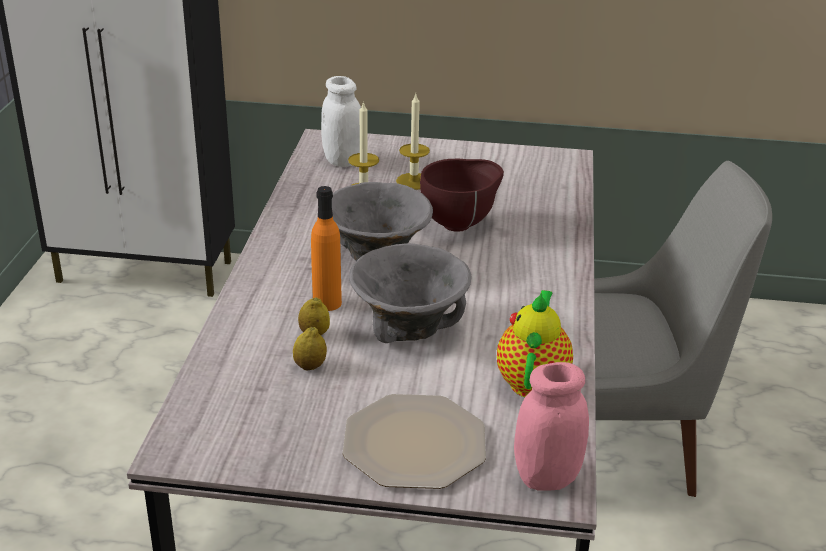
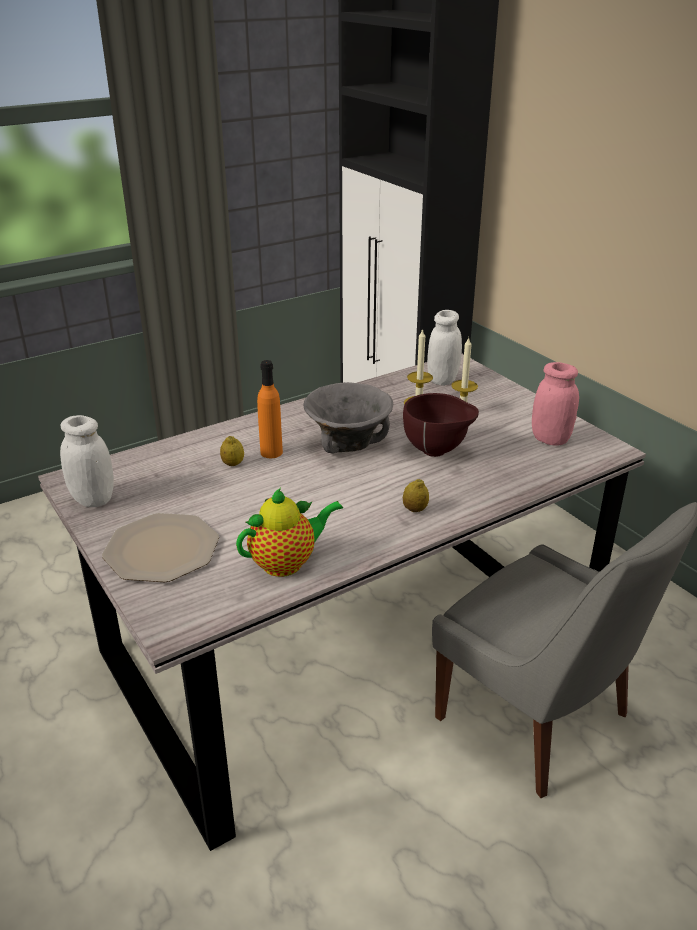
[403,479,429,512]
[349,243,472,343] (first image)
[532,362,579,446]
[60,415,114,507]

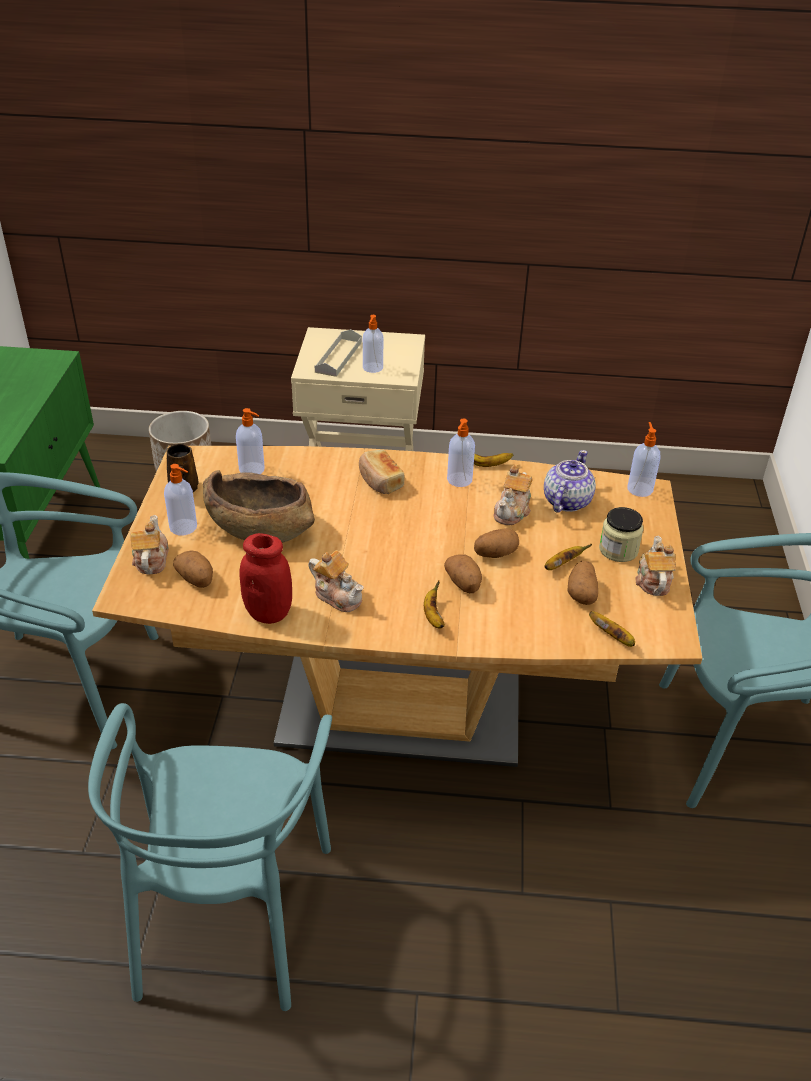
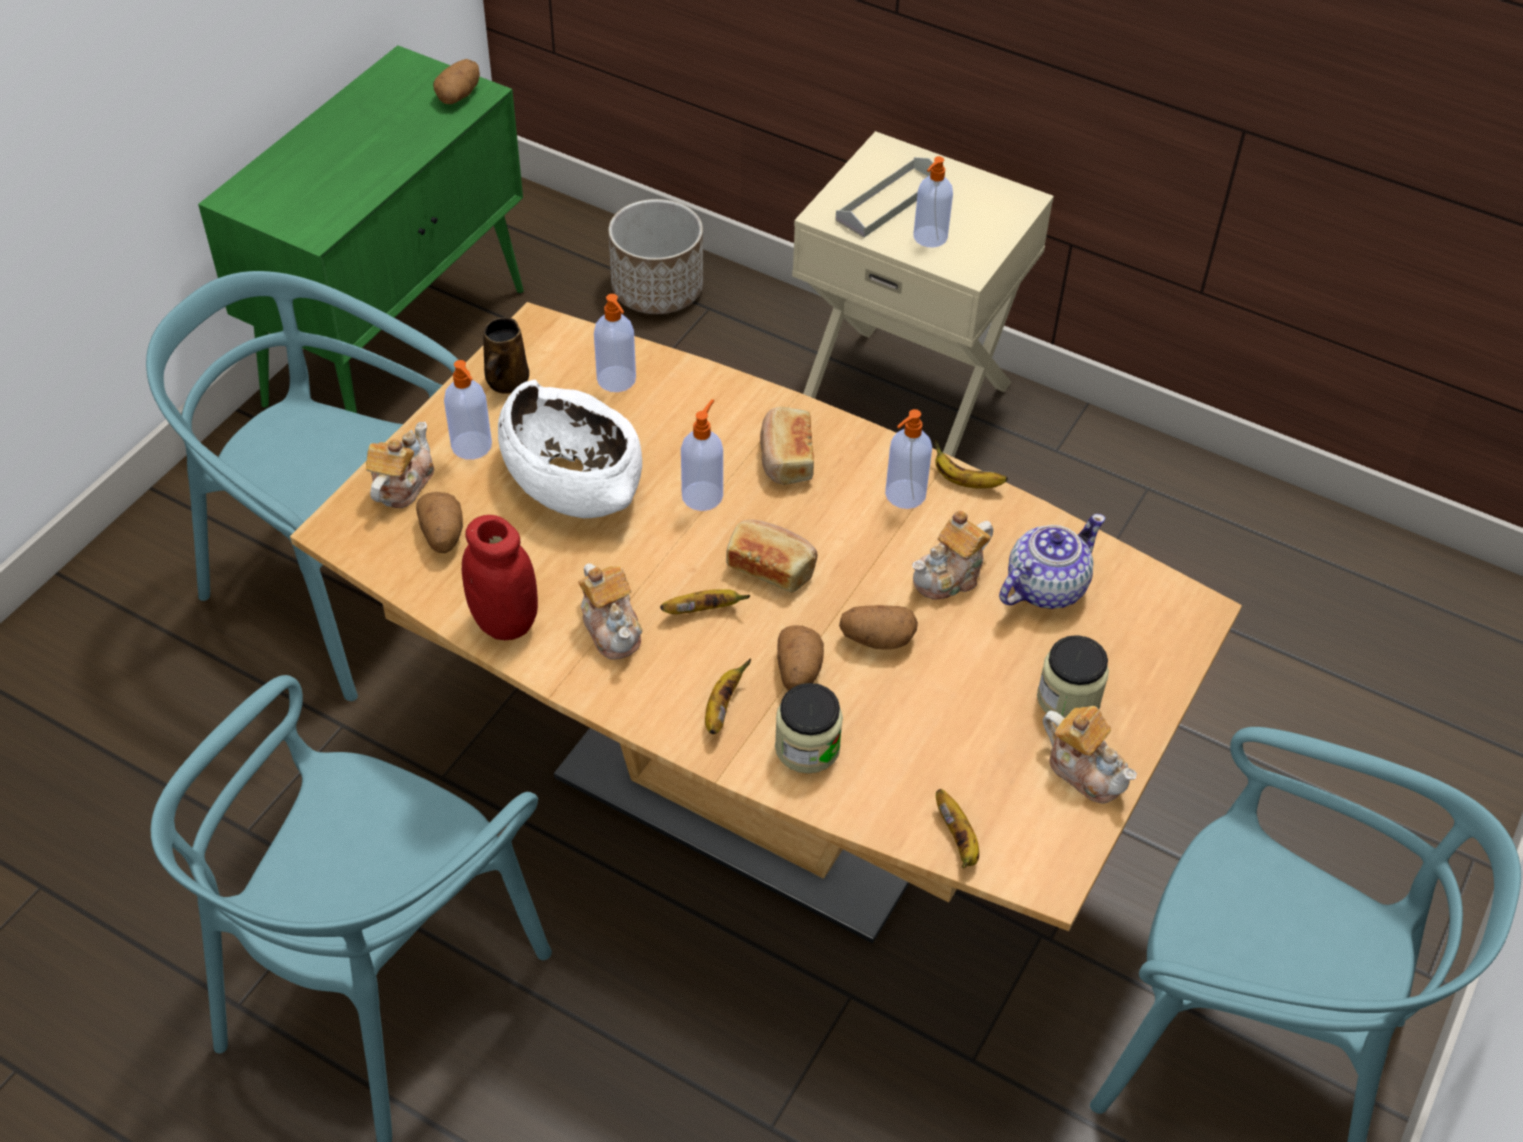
[498,379,642,518]
[660,589,750,614]
[433,59,480,104]
[681,399,723,511]
[1043,706,1137,804]
[726,520,817,593]
[775,683,843,774]

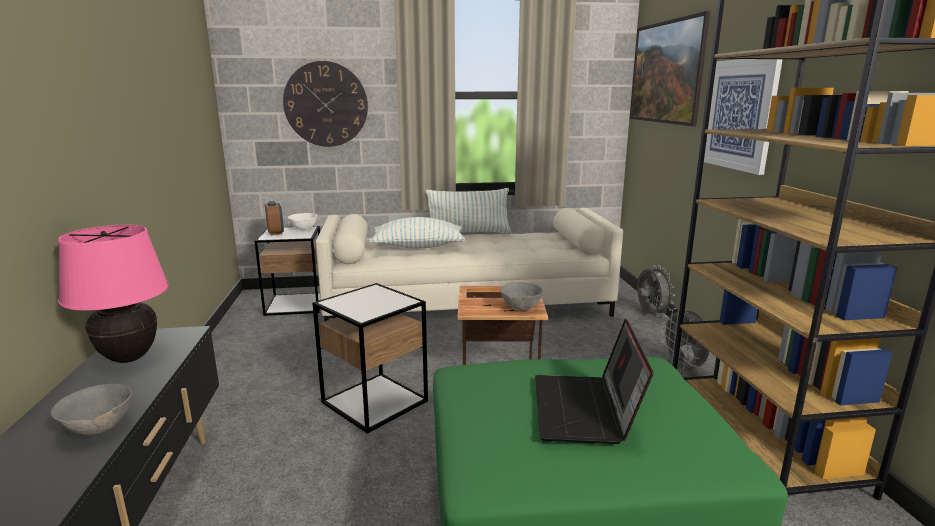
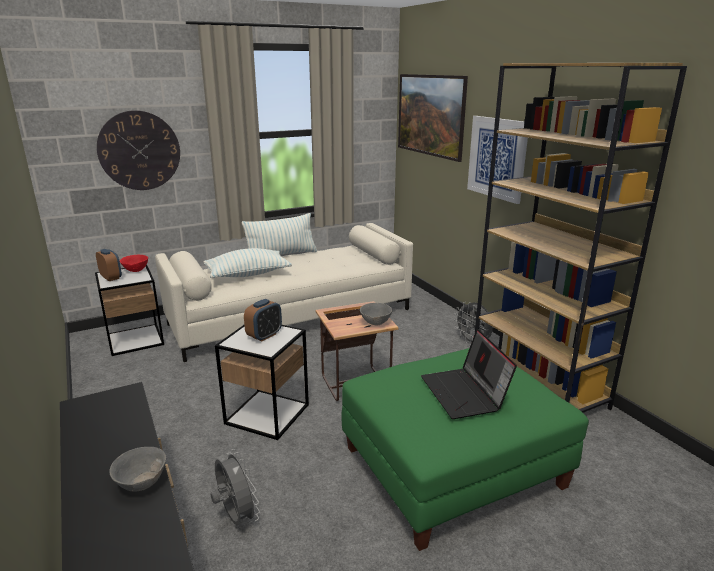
[58,225,169,363] (first image)
[120,255,148,272]
[211,449,260,525]
[244,299,282,341]

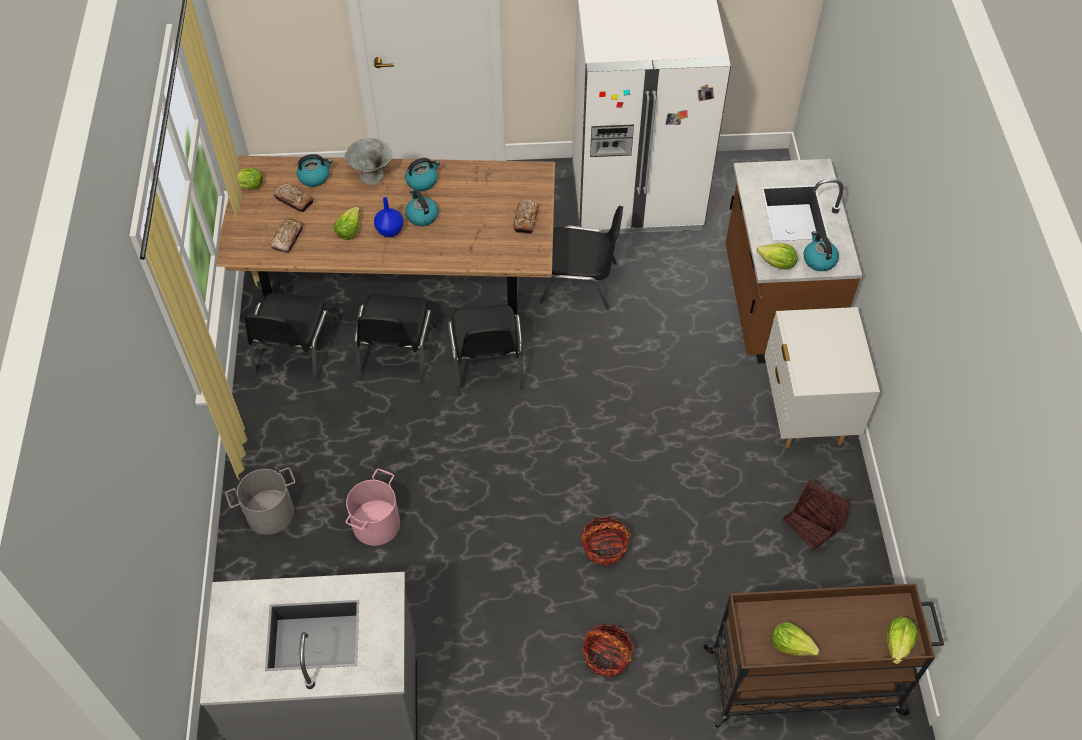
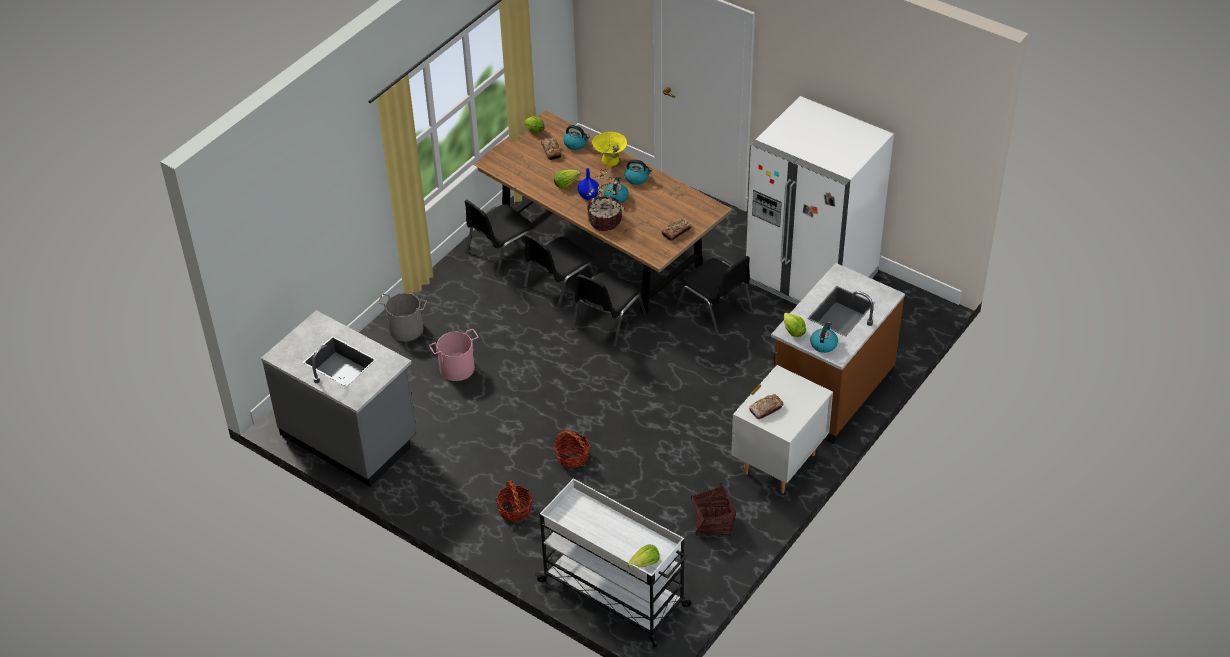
[749,394,784,419]
[592,132,627,166]
[535,478,691,647]
[771,622,820,656] (first image)
[586,169,626,231]

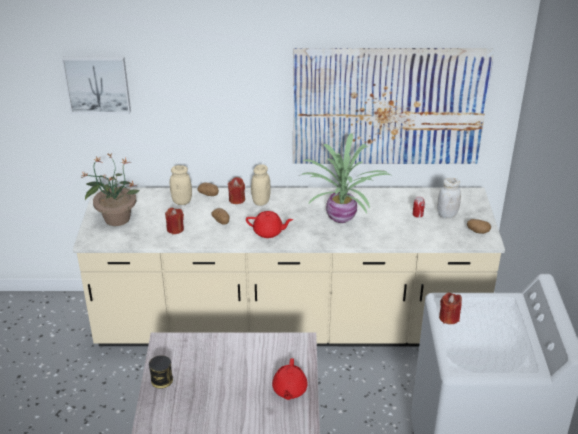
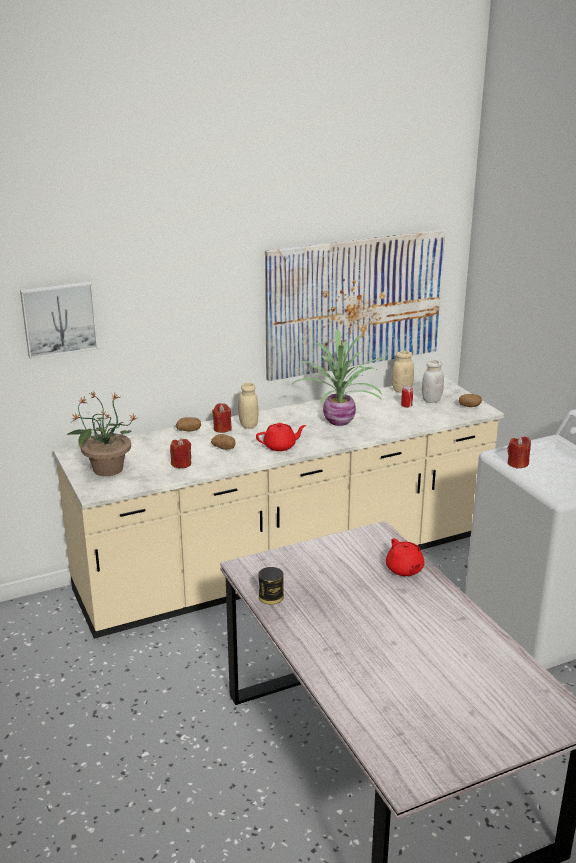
[392,351,414,393]

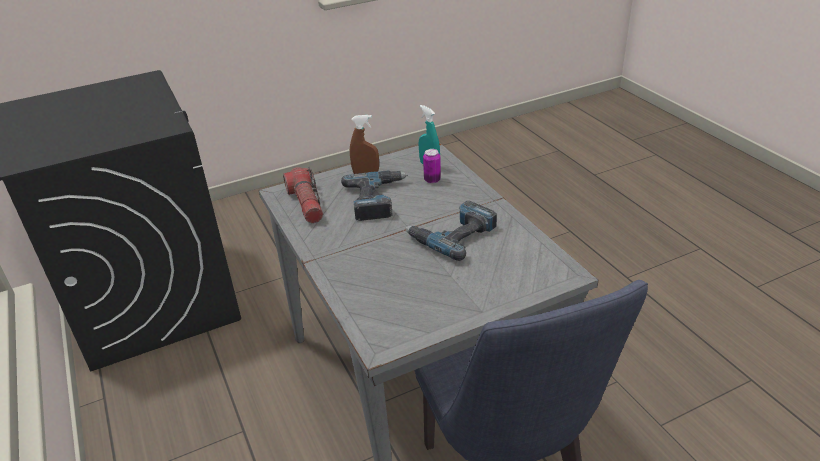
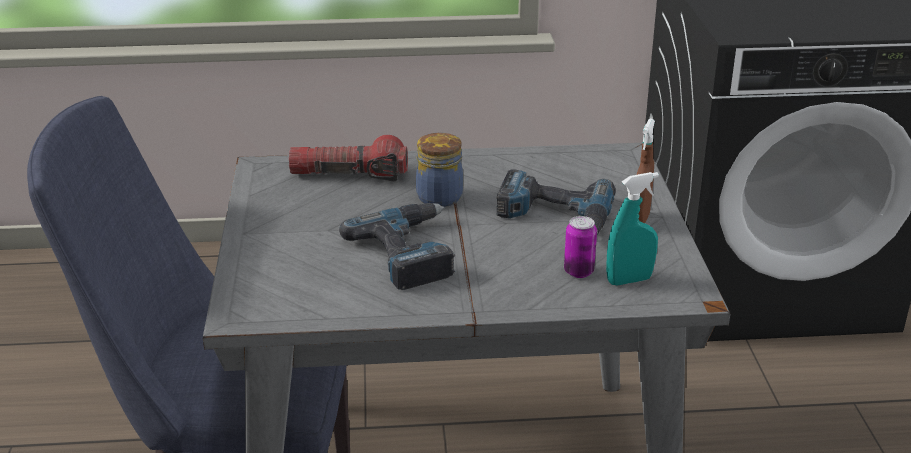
[289,135,408,181]
[416,133,463,207]

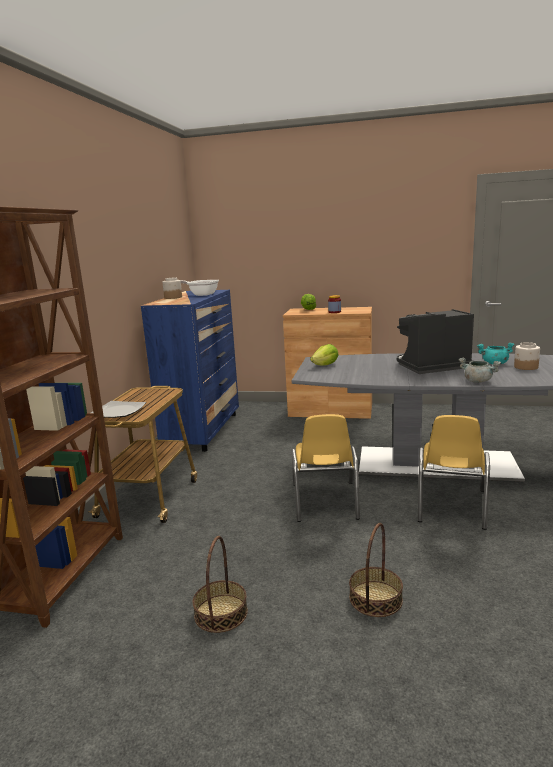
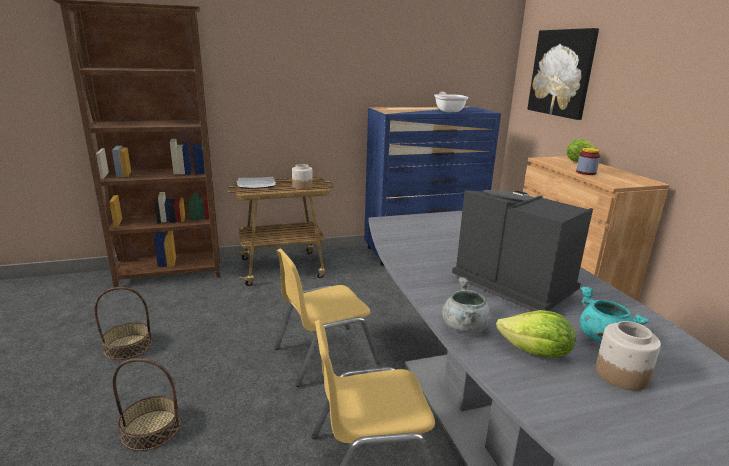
[292,164,313,190]
[496,310,576,358]
[527,28,599,120]

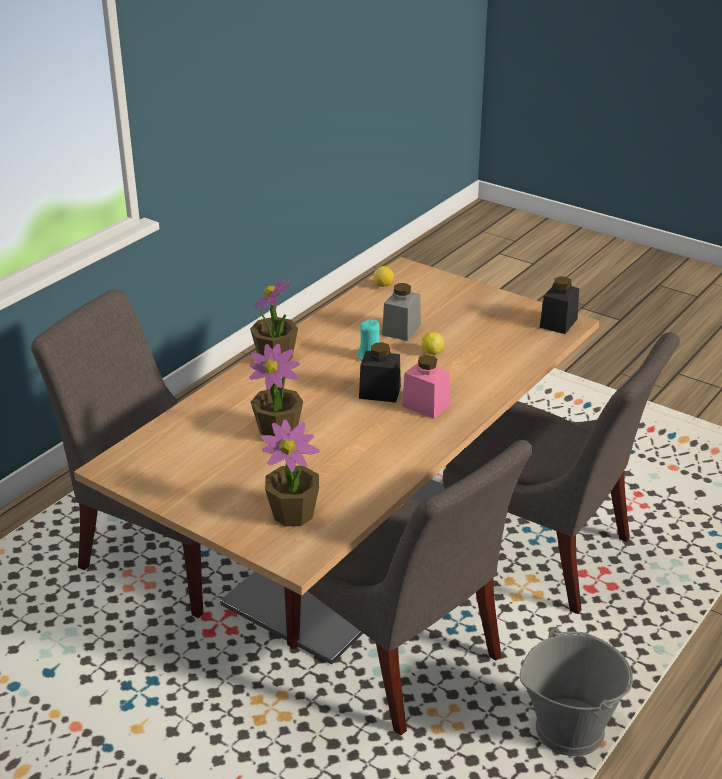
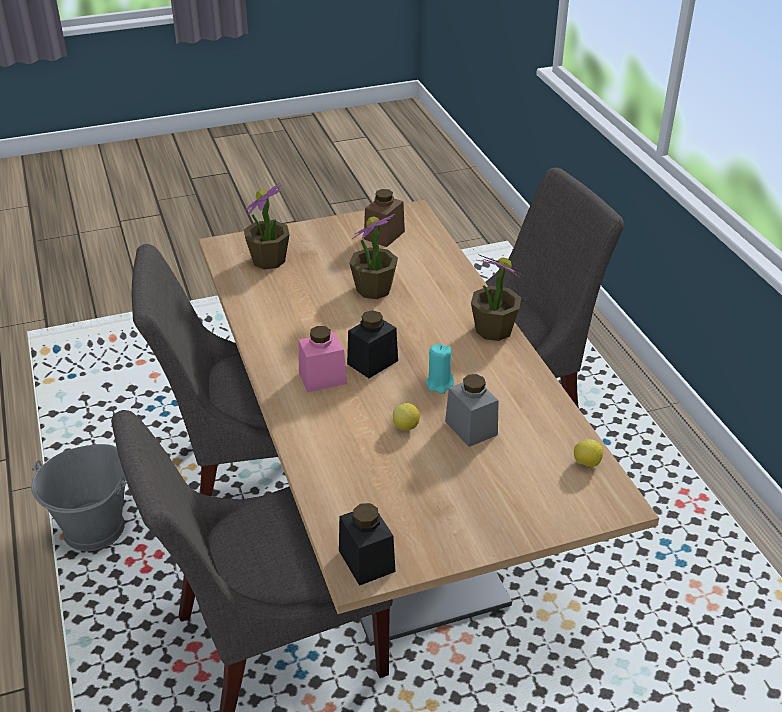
[364,189,405,247]

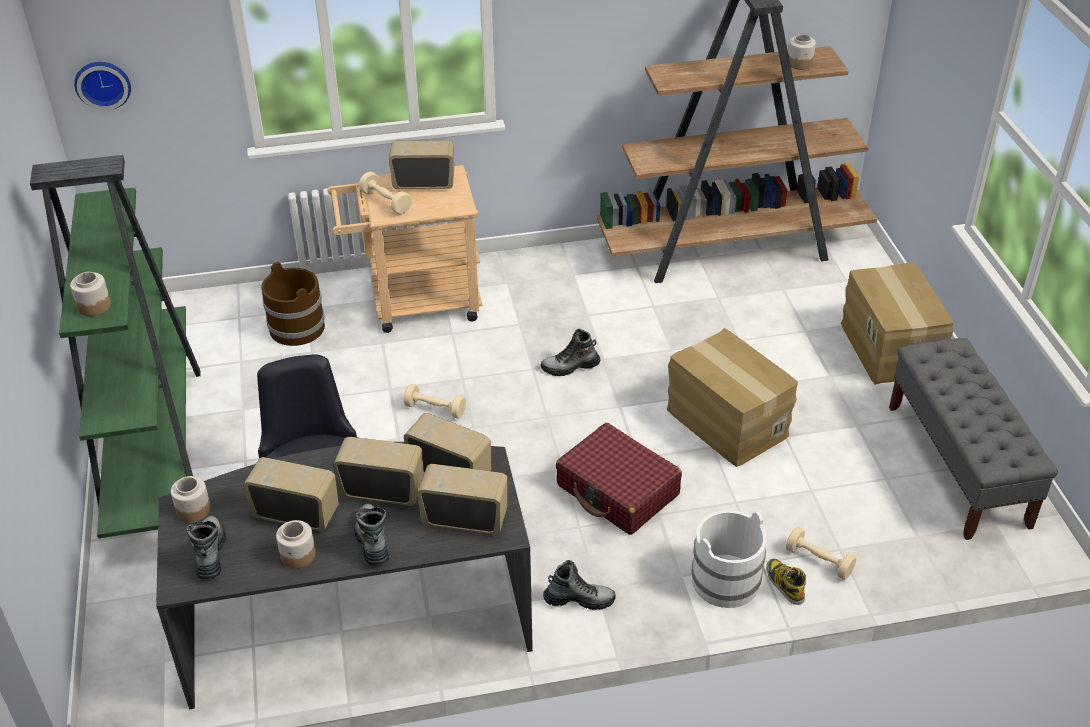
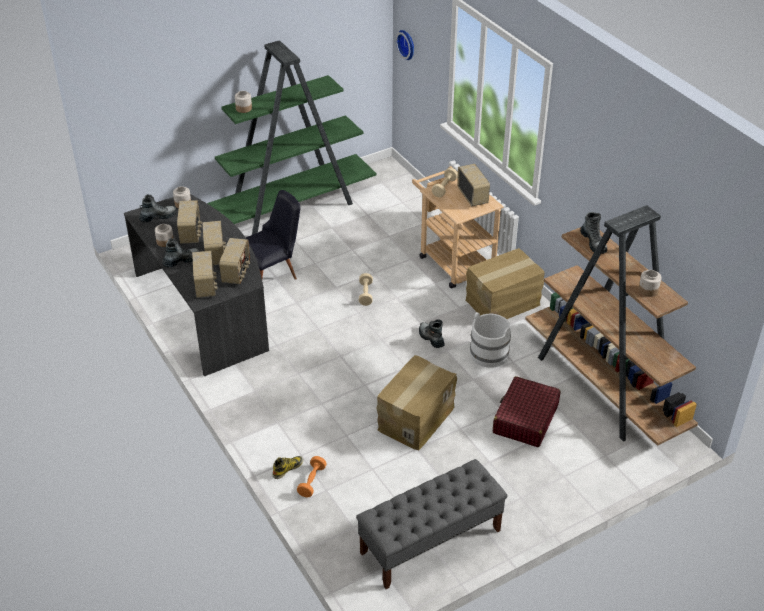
[261,262,325,346] (first image)
[580,212,607,254]
[493,376,561,447]
[470,312,511,368]
[297,456,327,497]
[466,248,545,319]

